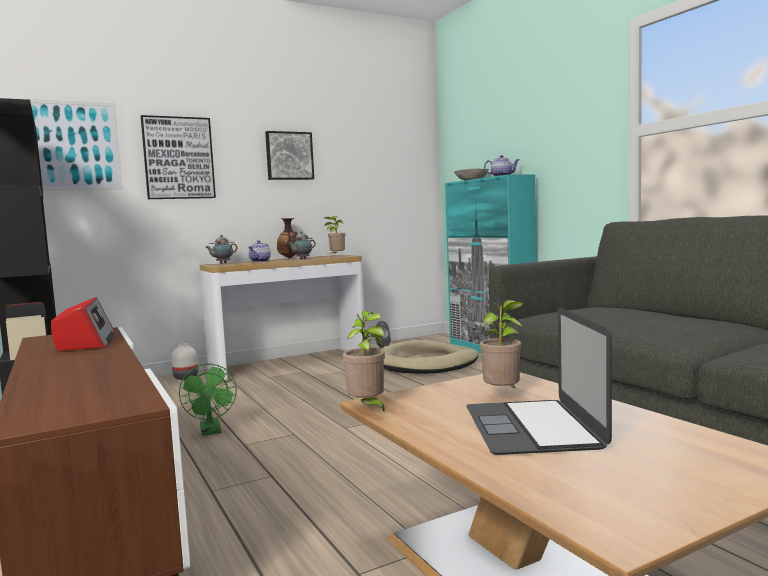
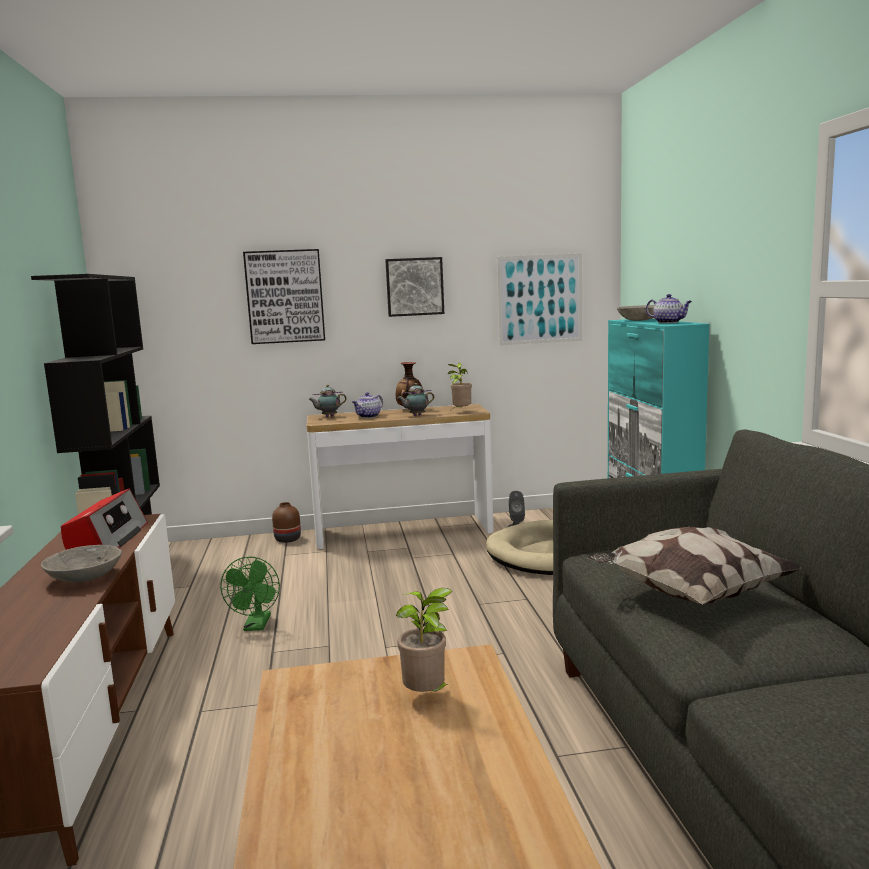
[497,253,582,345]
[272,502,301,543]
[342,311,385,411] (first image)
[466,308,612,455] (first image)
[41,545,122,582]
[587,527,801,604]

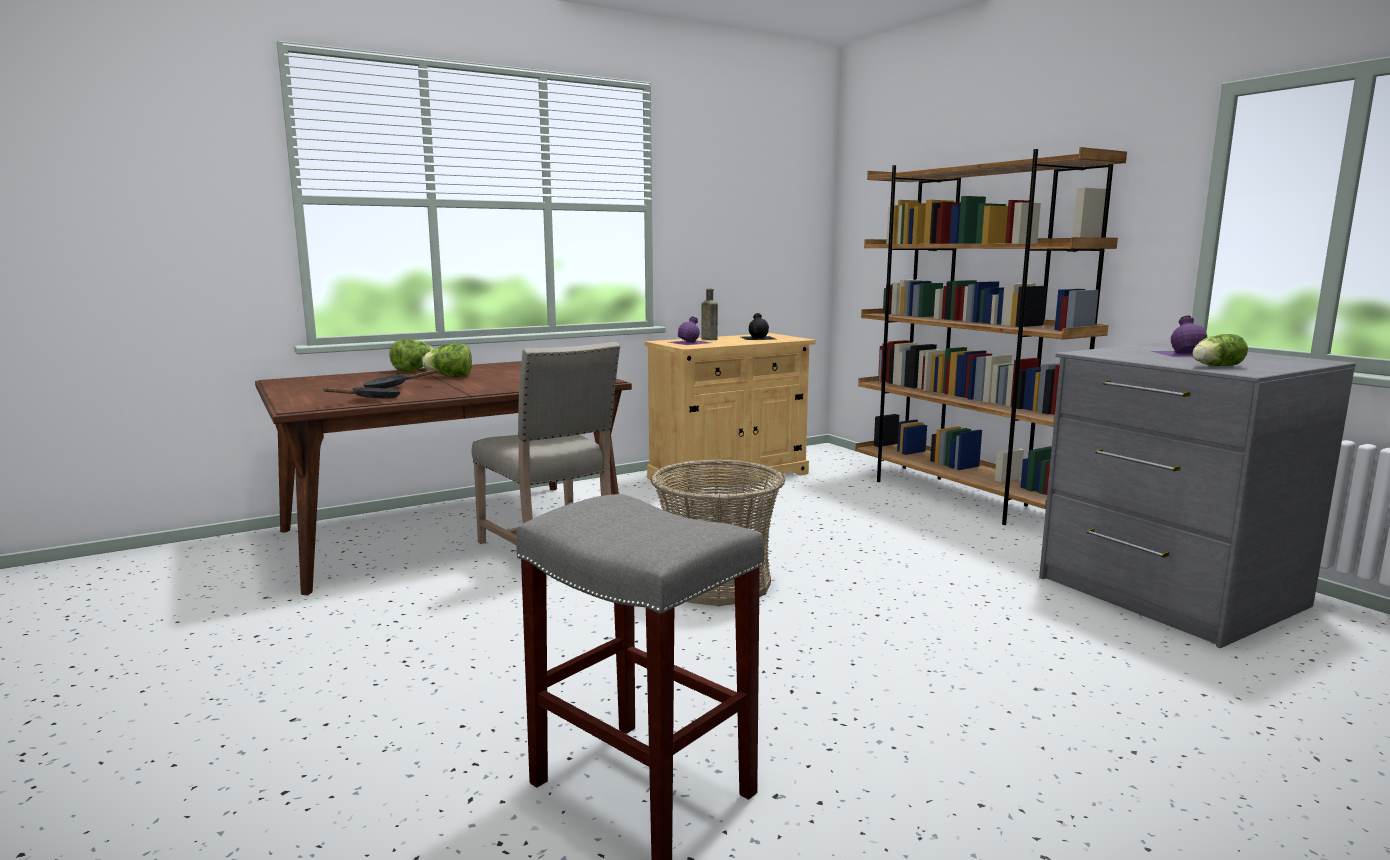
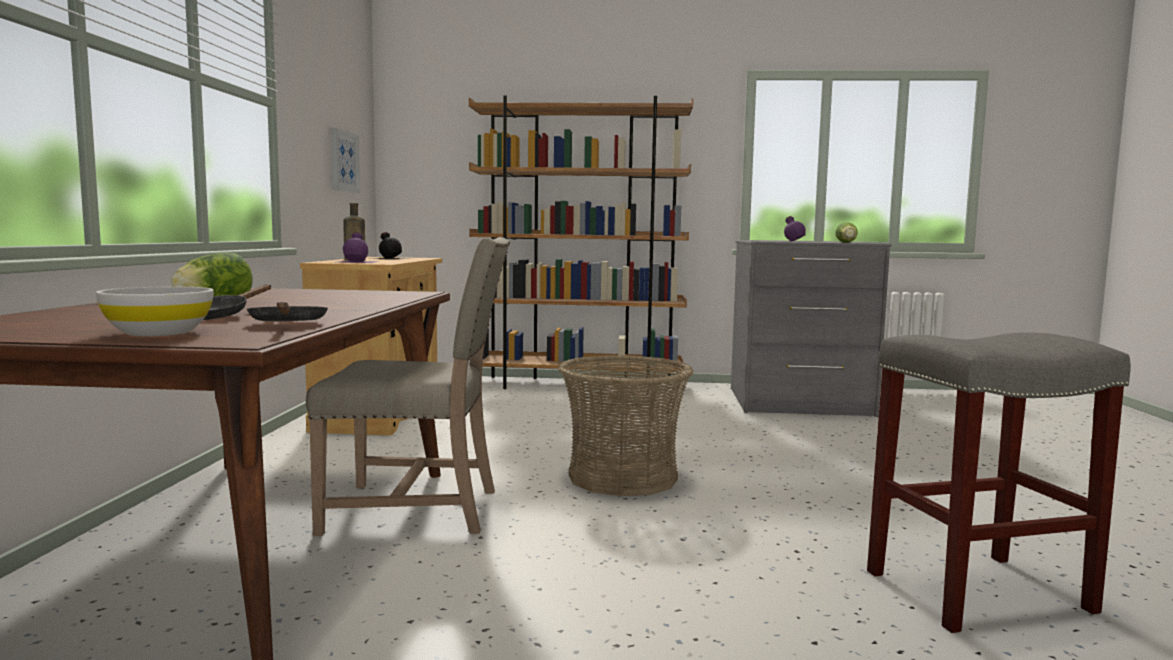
[389,339,434,372] (first image)
[96,287,214,336]
[331,128,360,193]

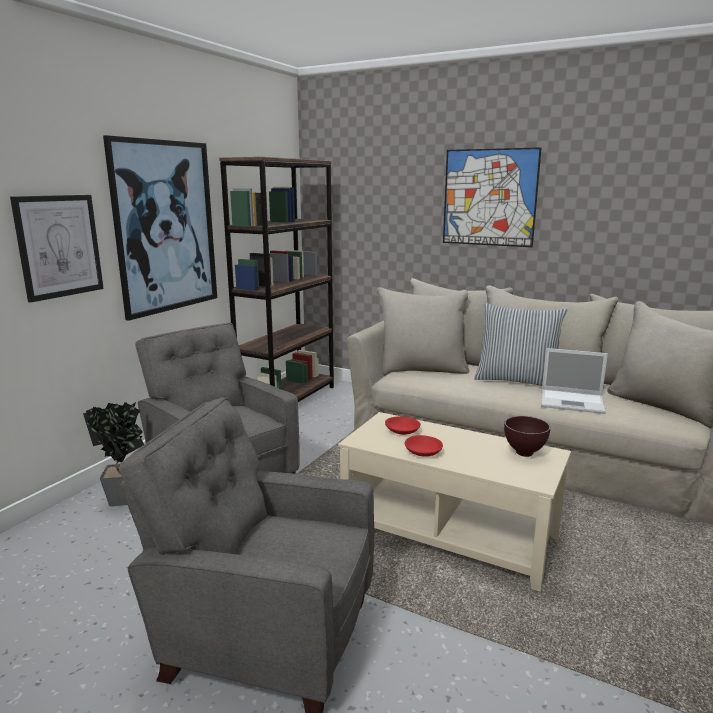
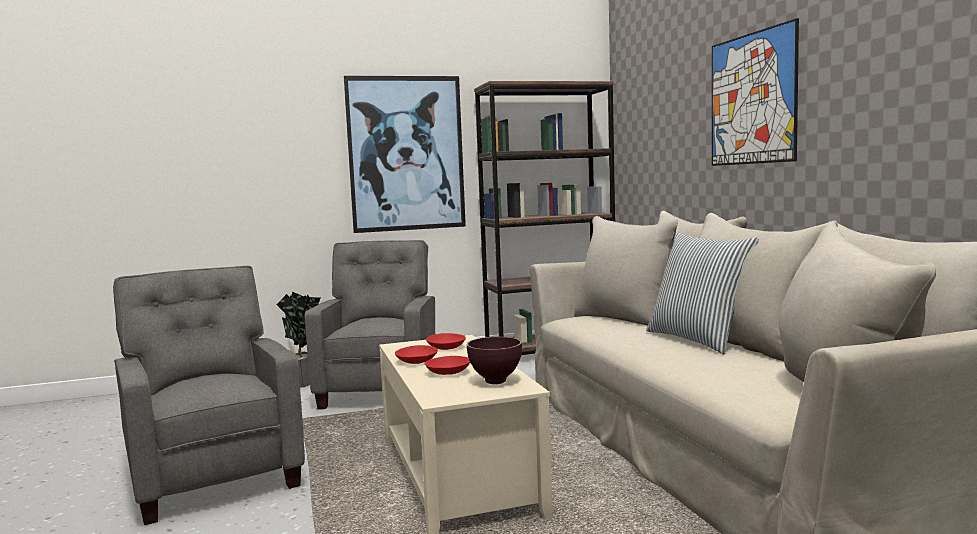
[10,195,104,303] (first image)
[541,348,608,414] (first image)
[425,356,470,375]

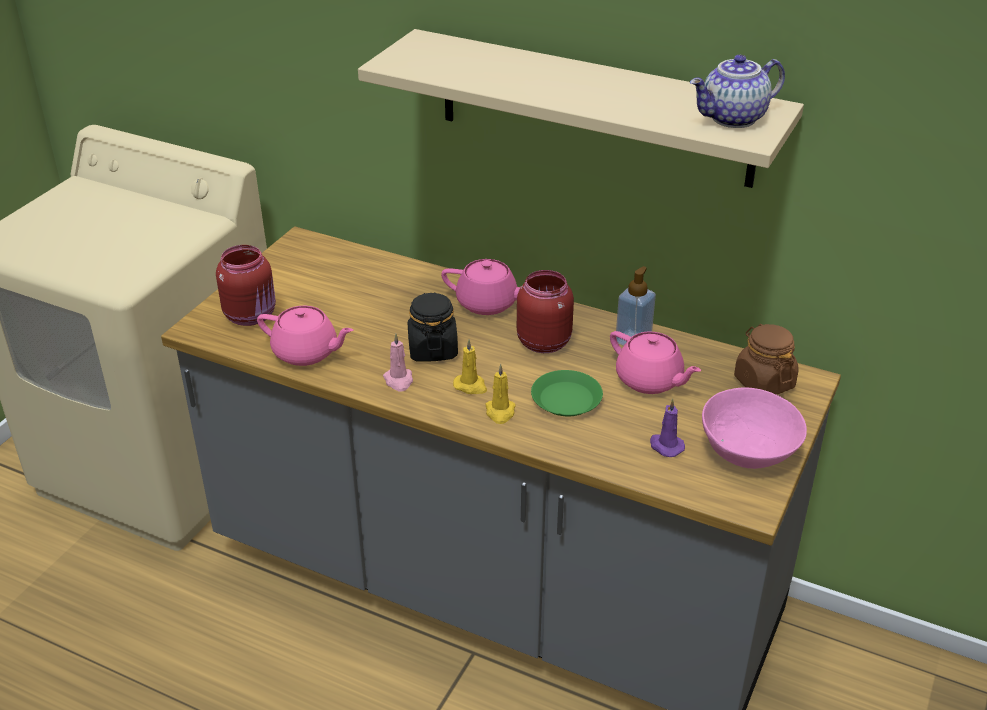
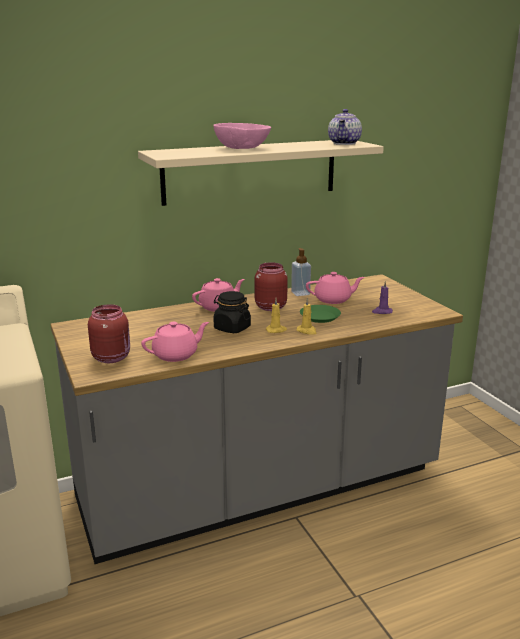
[383,334,413,391] (first image)
[213,123,271,149]
[734,324,798,395] (first image)

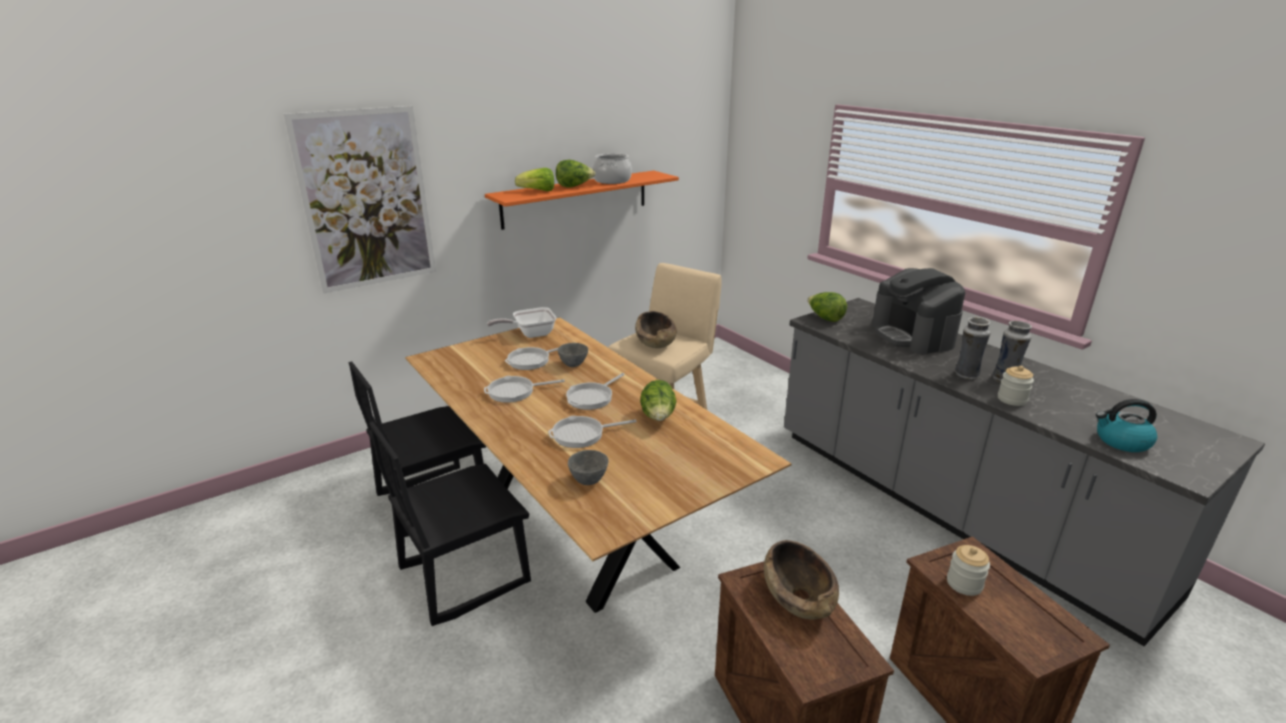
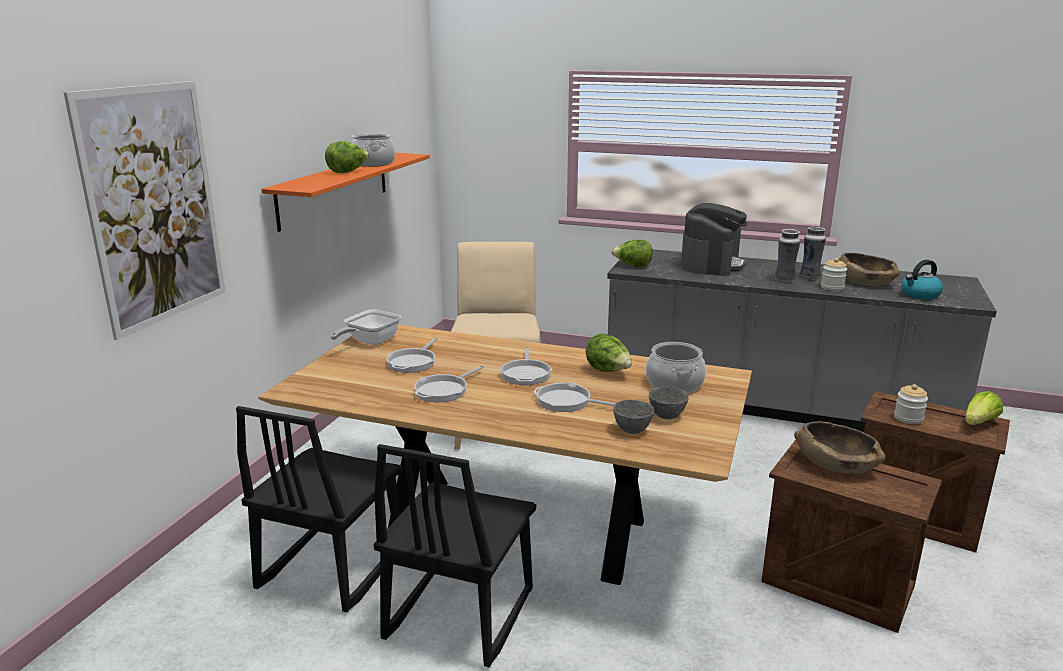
[965,391,1003,425]
[533,383,615,412]
[649,387,689,420]
[839,253,900,286]
[681,203,747,276]
[646,342,706,393]

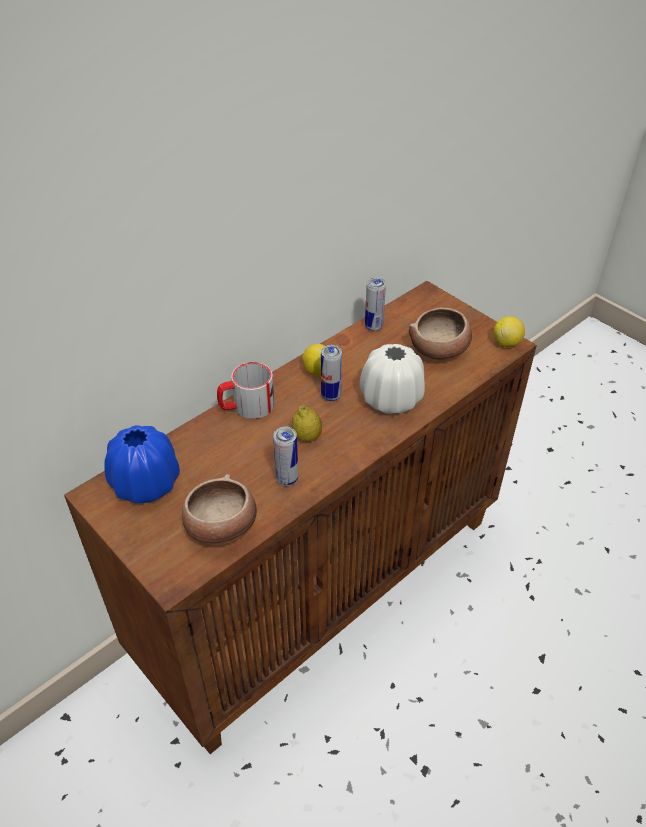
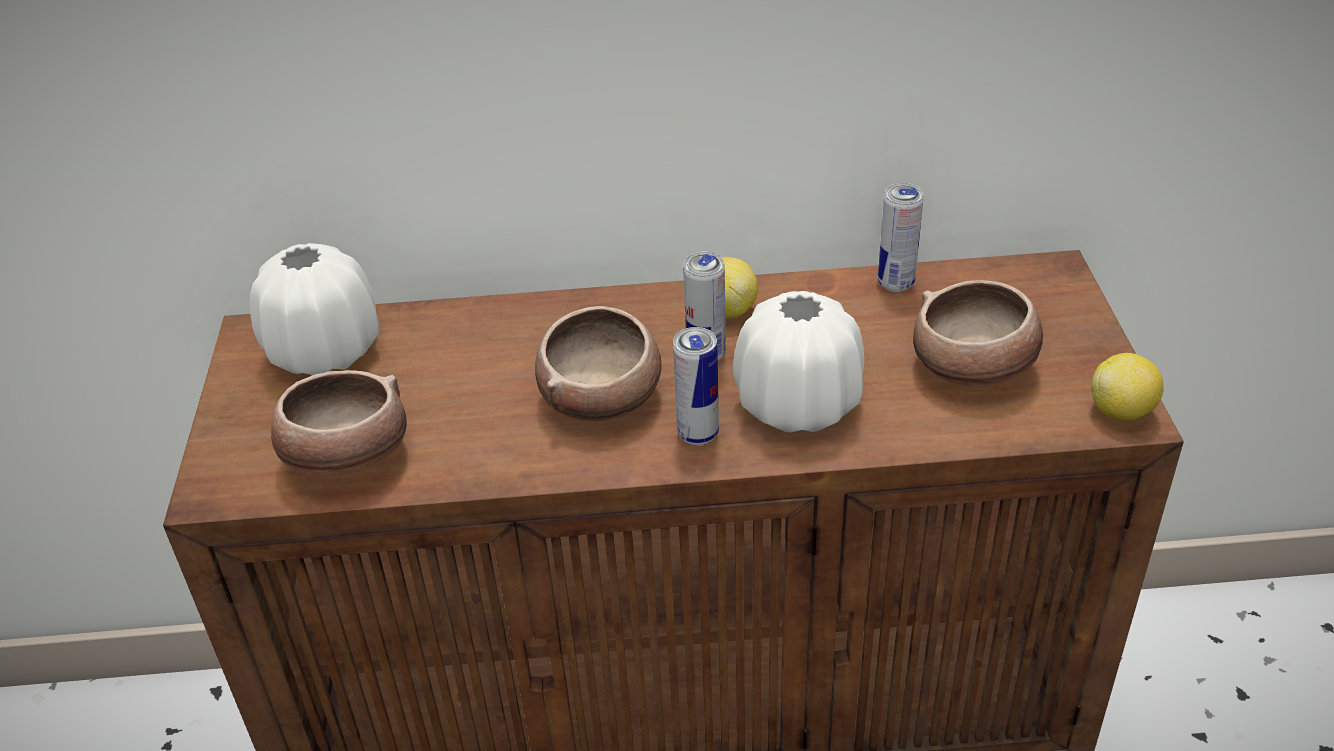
[250,243,379,375]
[217,362,274,419] (first image)
[673,327,719,446]
[535,306,661,422]

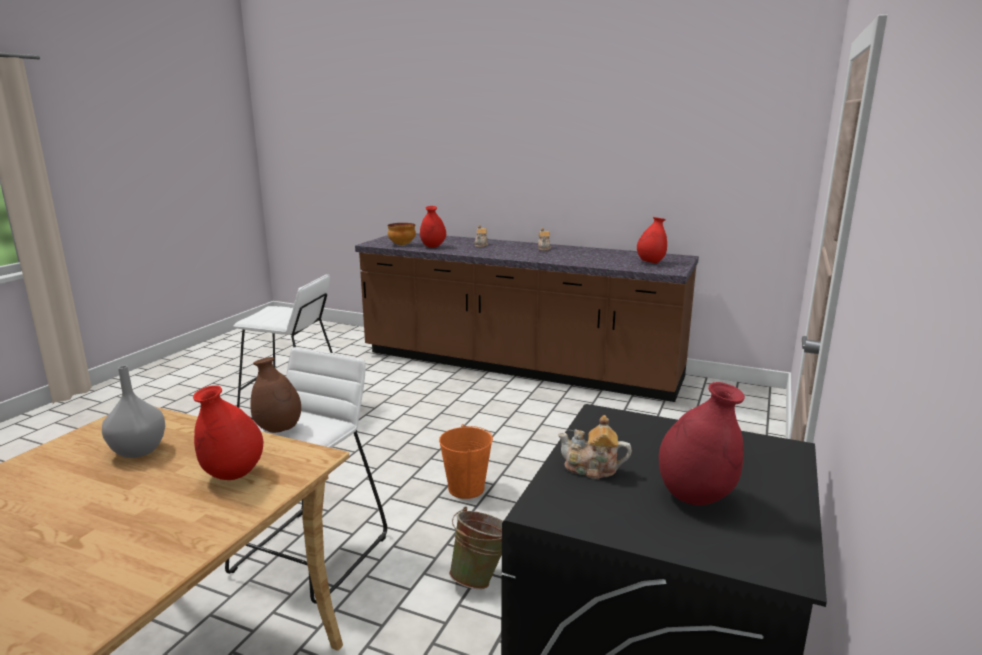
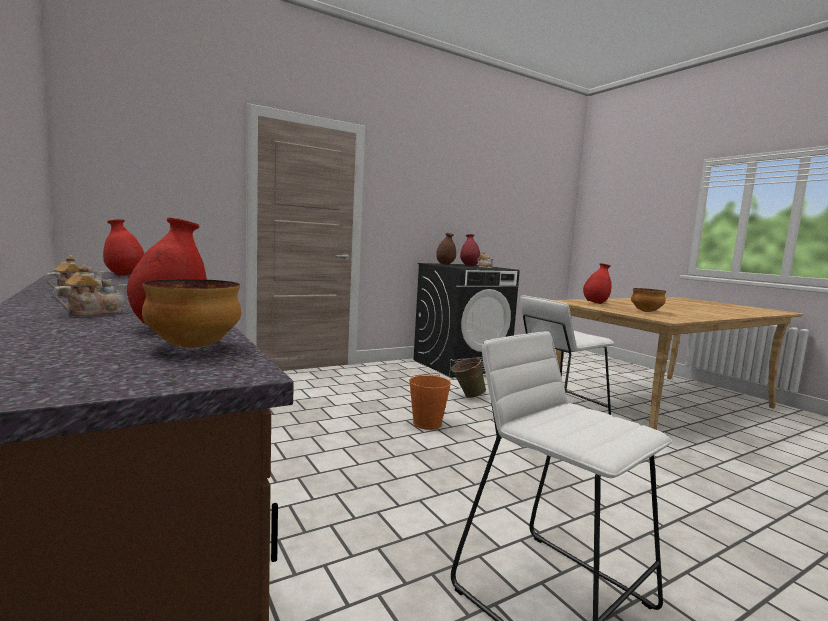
[631,288,666,312]
[436,233,456,265]

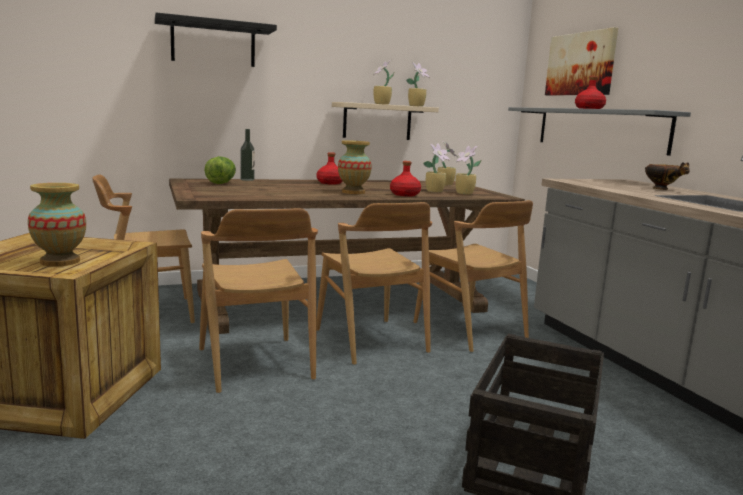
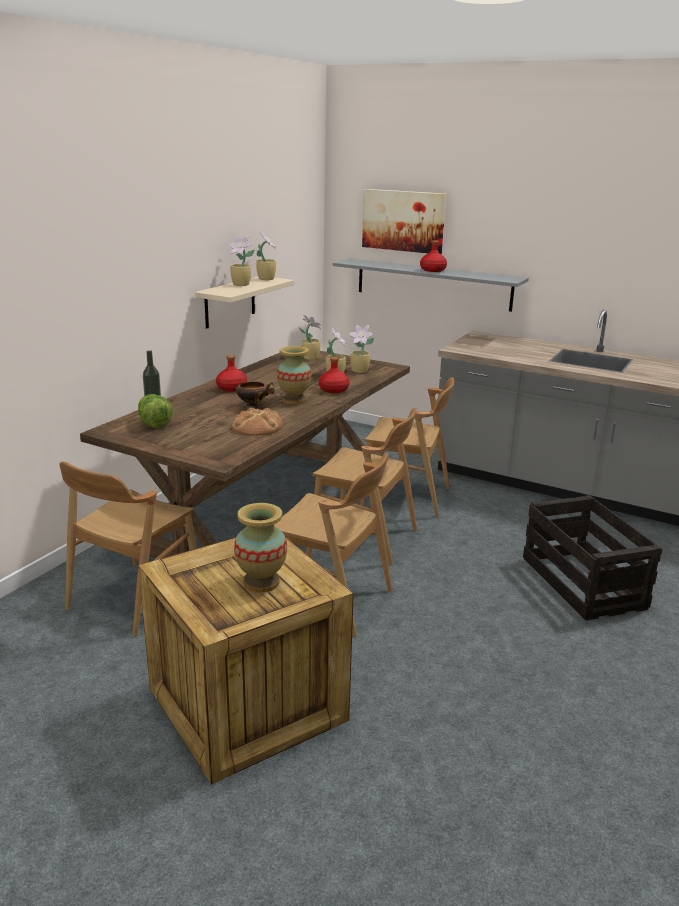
[155,12,277,67] (first image)
[234,382,275,408]
[232,408,282,436]

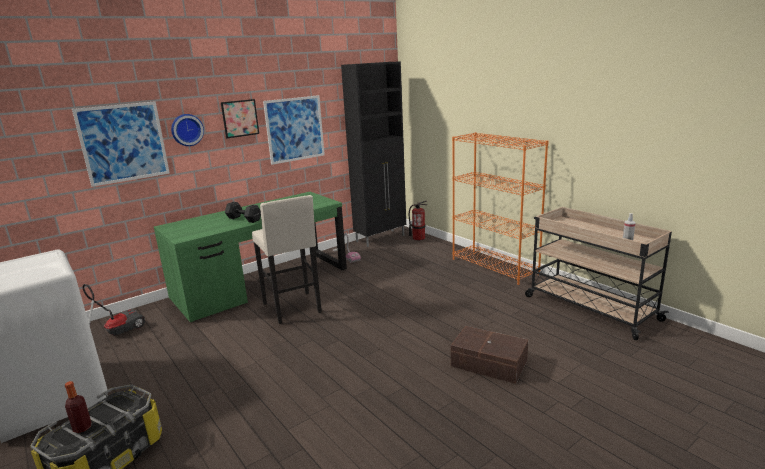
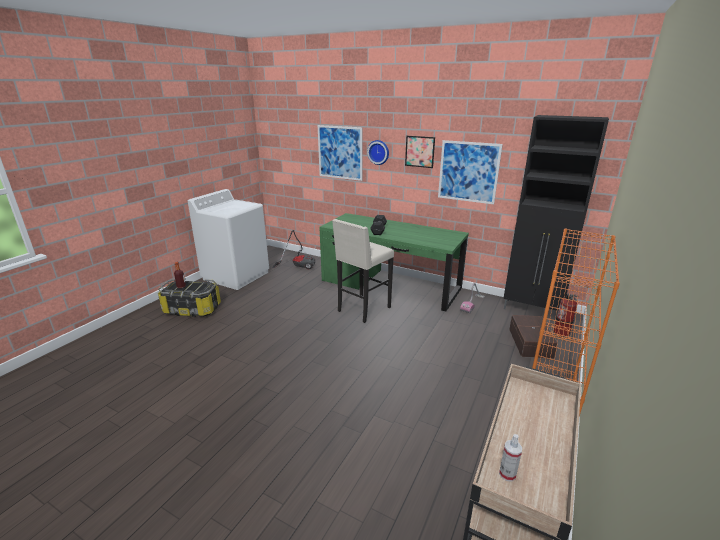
[509,315,557,359]

